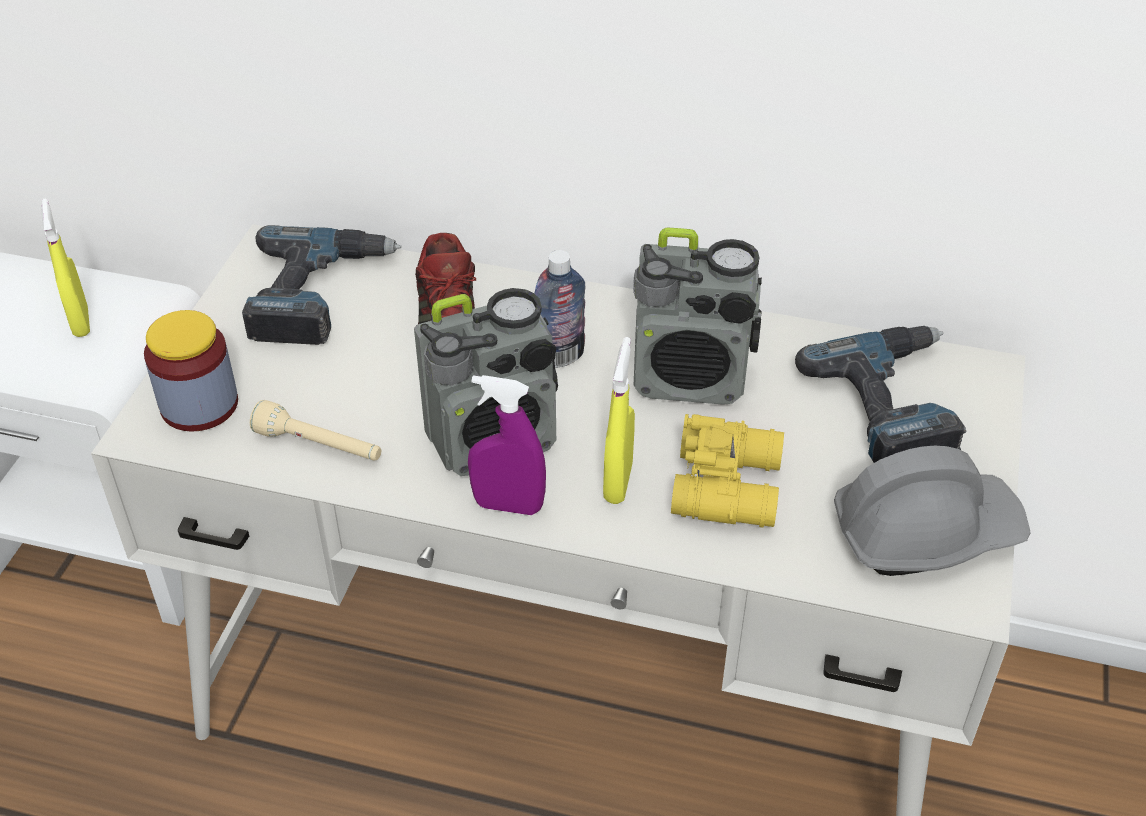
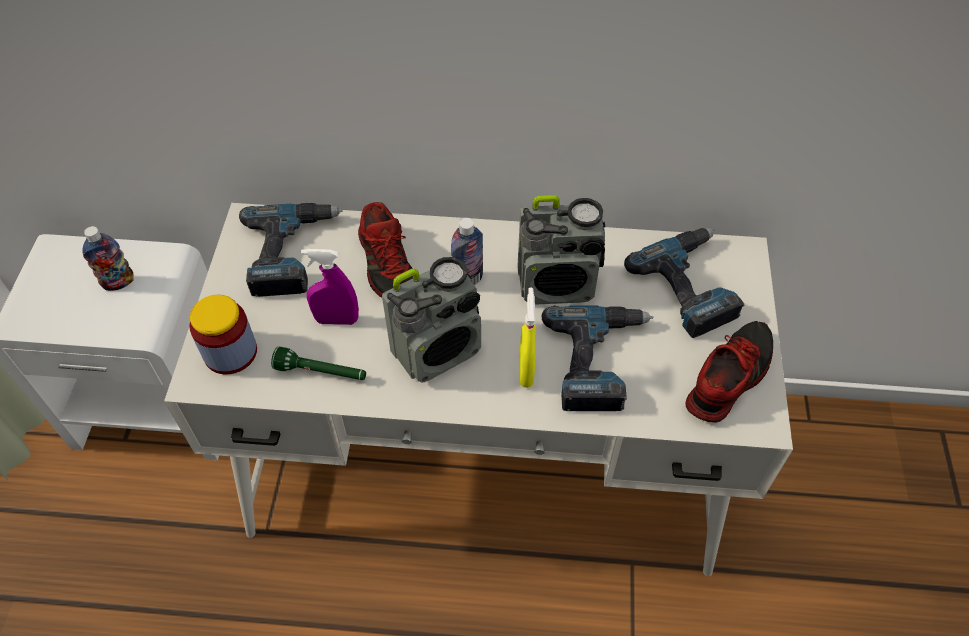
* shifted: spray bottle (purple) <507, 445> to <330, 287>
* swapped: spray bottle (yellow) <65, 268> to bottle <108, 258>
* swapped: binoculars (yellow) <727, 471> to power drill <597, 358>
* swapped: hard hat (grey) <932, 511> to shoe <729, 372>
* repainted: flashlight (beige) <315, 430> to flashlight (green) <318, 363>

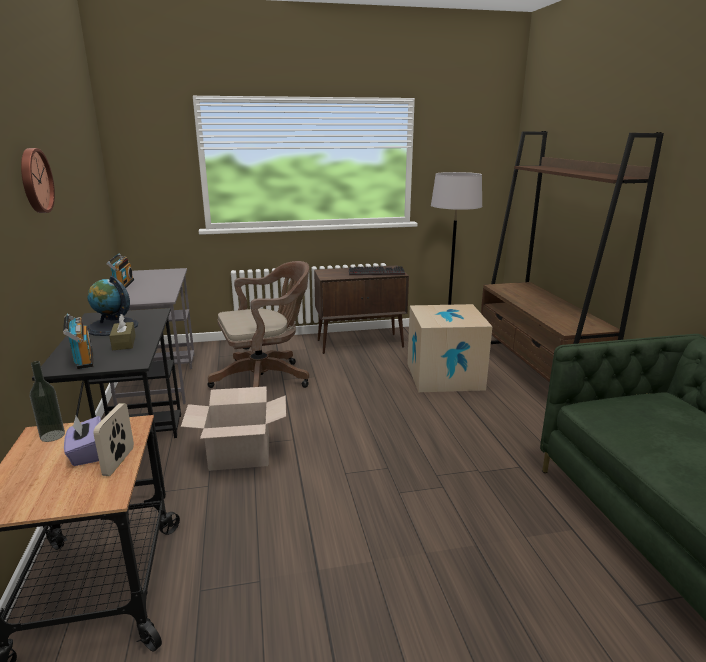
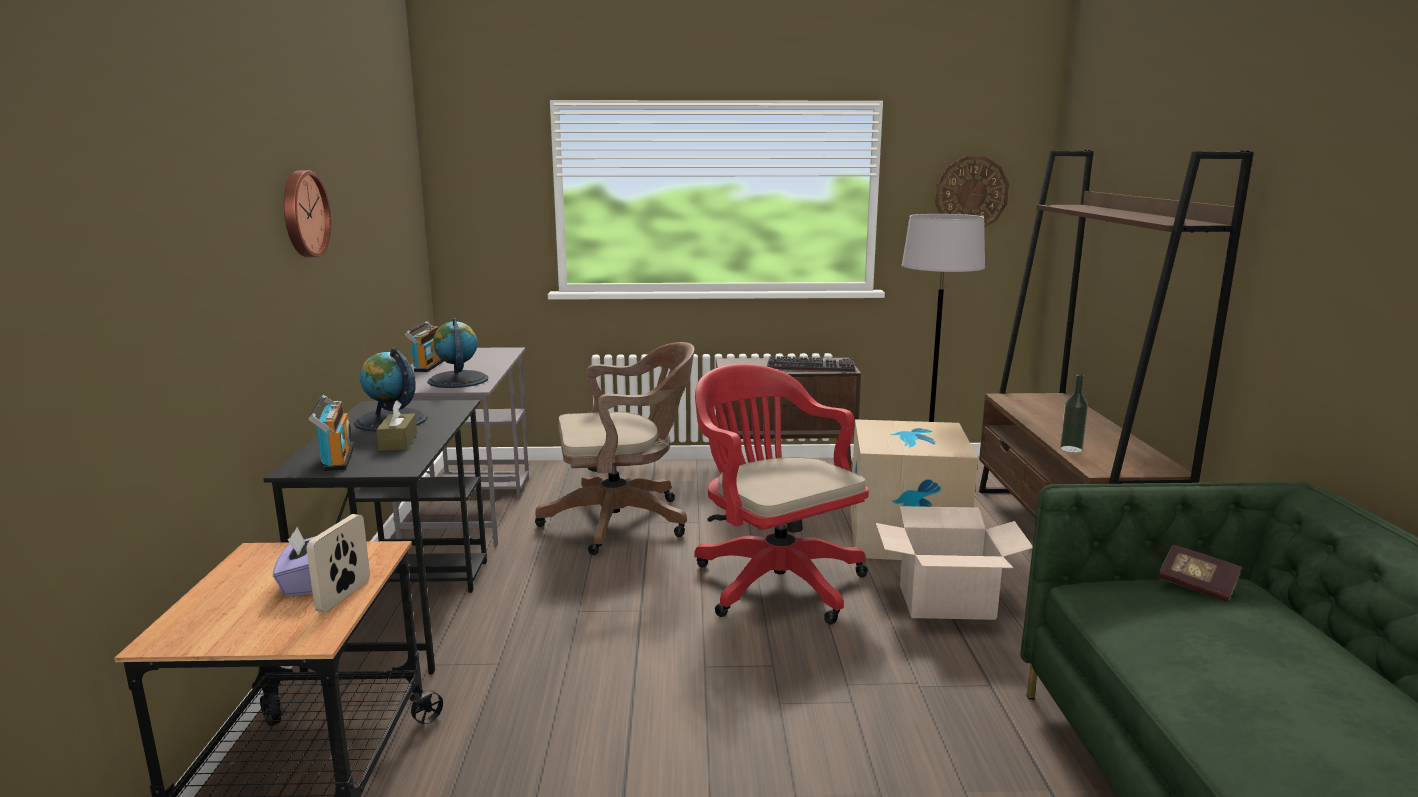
* new: globe <458, 353>
* new: office chair (red) <781, 494>
* new: wall clock <972, 192>
* new: book <1200, 573>
* shifted: bottle <47, 401> to <1074, 413>
* shifted: cardboard box <233, 428> to <954, 563>

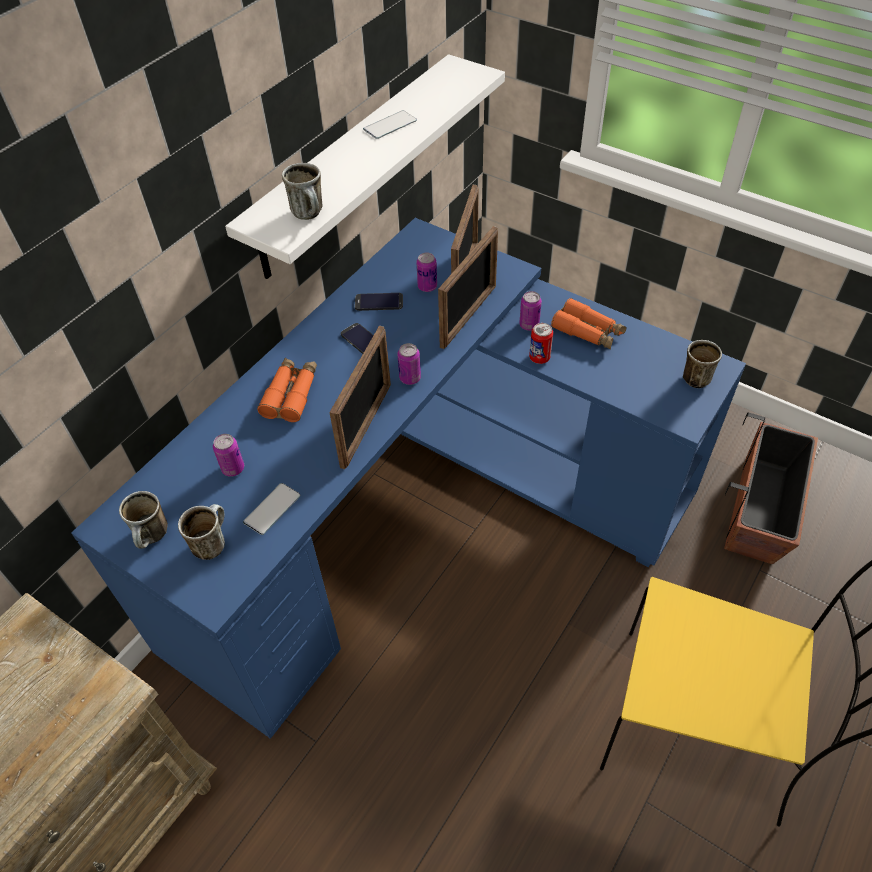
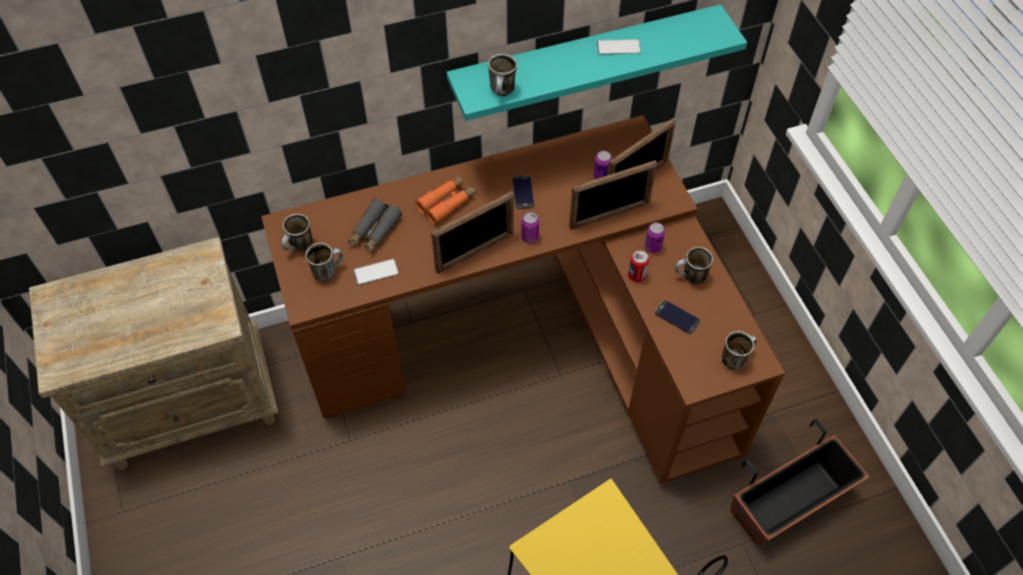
* shifted: phone <379, 302> to <677, 317>
* swapped: can <228, 455> to binoculars (grey) <375, 226>
* swapped: binoculars (orange) <589, 323> to mug <694, 265>
* repainted: desk (blue) <408, 478> to desk (brown) <523, 299>
* repainted: shelf (white) <365, 166> to shelf (turquoise) <596, 62>

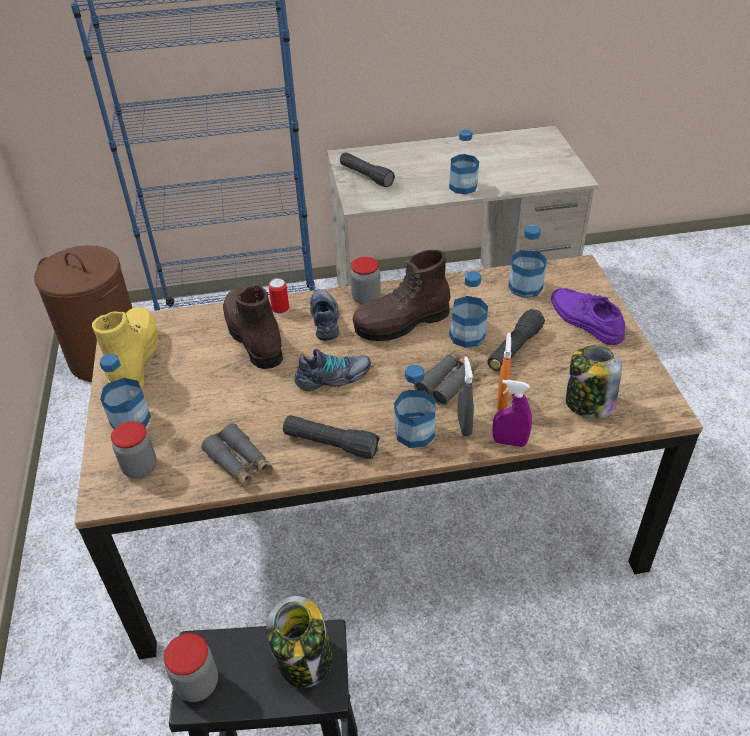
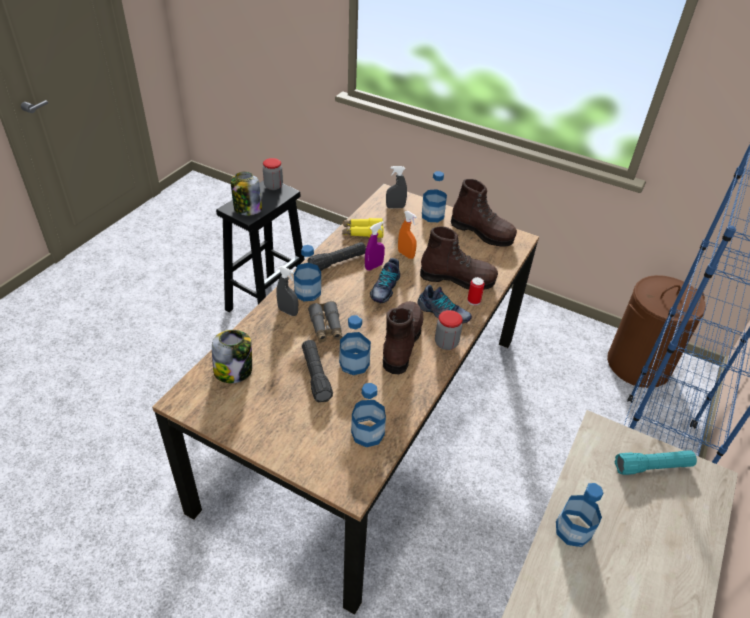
* gone: shoe (purple) <588, 316>
* shifted: spray bottle (purple) <512, 413> to <375, 245>
* shifted: spray bottle (orange) <504, 372> to <407, 235>
* swapped: jar <134, 449> to spray bottle (grey) <396, 187>
* repainted: boot (yellow) <125, 348> to boot (brown) <484, 213>
* repainted: binoculars (grey) <237, 455> to binoculars (yellow) <363, 228>
* repainted: flashlight (black) <367, 169> to flashlight (turquoise) <656, 462>

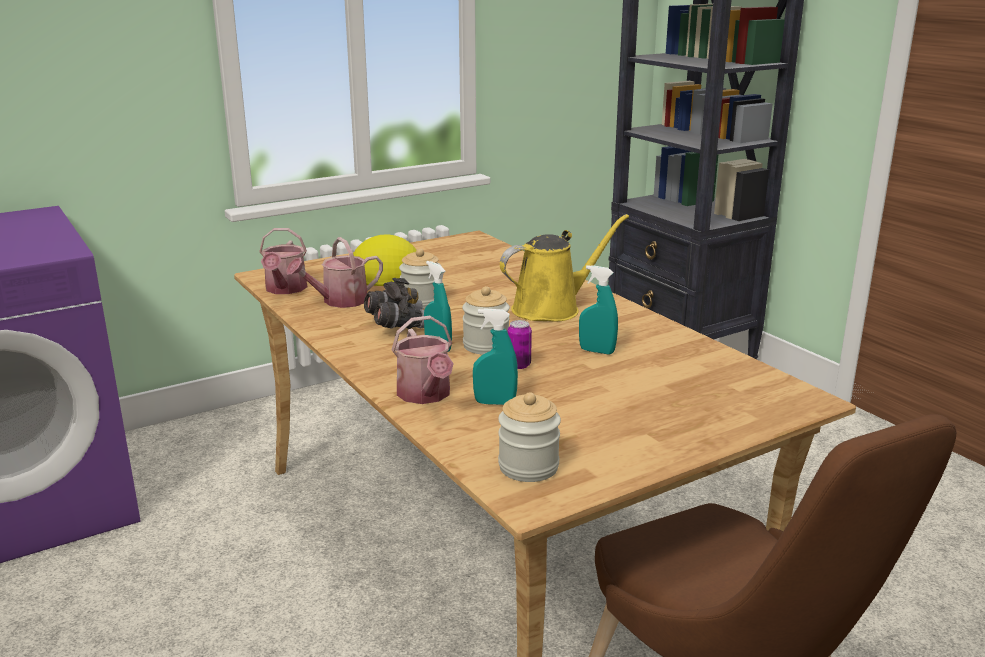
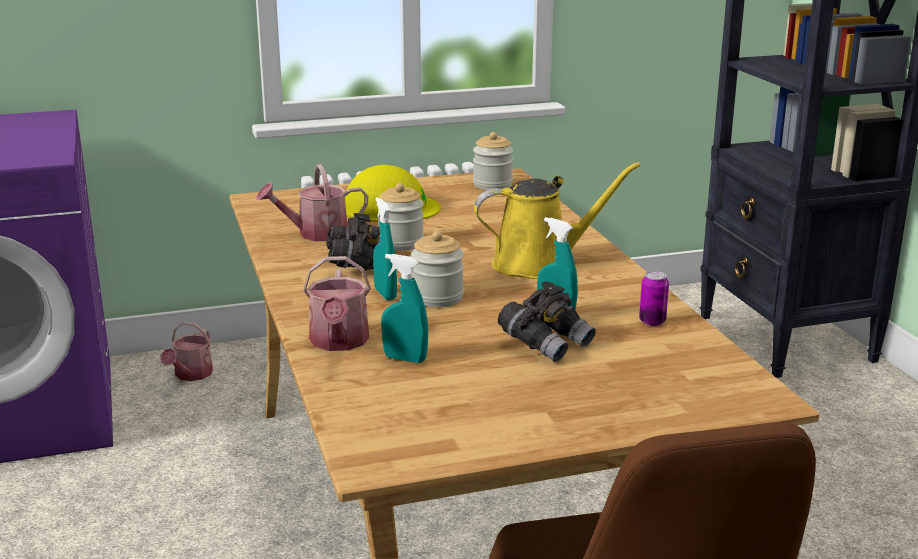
* new: binoculars (grey) <547, 321>
* shifted: watering can <283, 261> to <186, 351>
* shifted: jar <529, 437> to <493, 161>
* shifted: can <520, 344> to <654, 298>

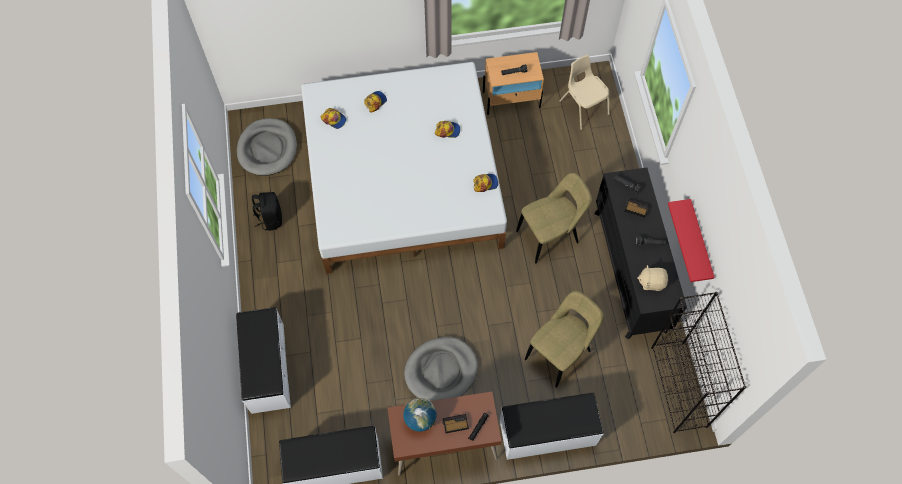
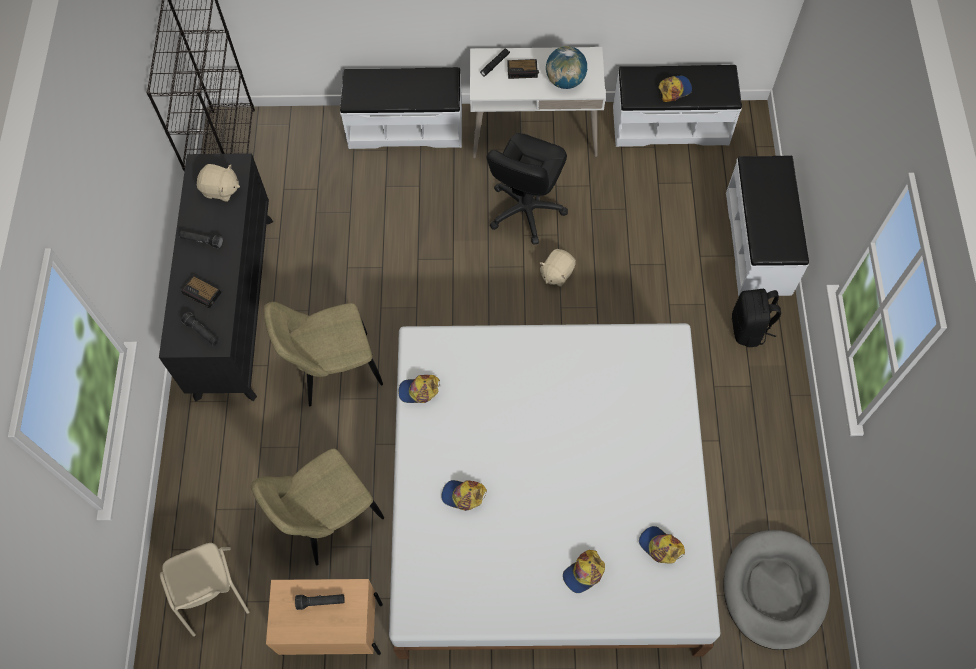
* gone: shelf (red) <691, 240>
* new: plush toy (beige) <558, 268>
* new: cap <675, 89>
* shifted: backpack (black) <267, 211> to <756, 318>
* shifted: chair (beige) <564, 339> to <317, 507>
* swapped: dog bed (grey) <441, 369> to office chair (black) <527, 189>
* repainted: desk (brown) <444, 434> to desk (white) <538, 102>

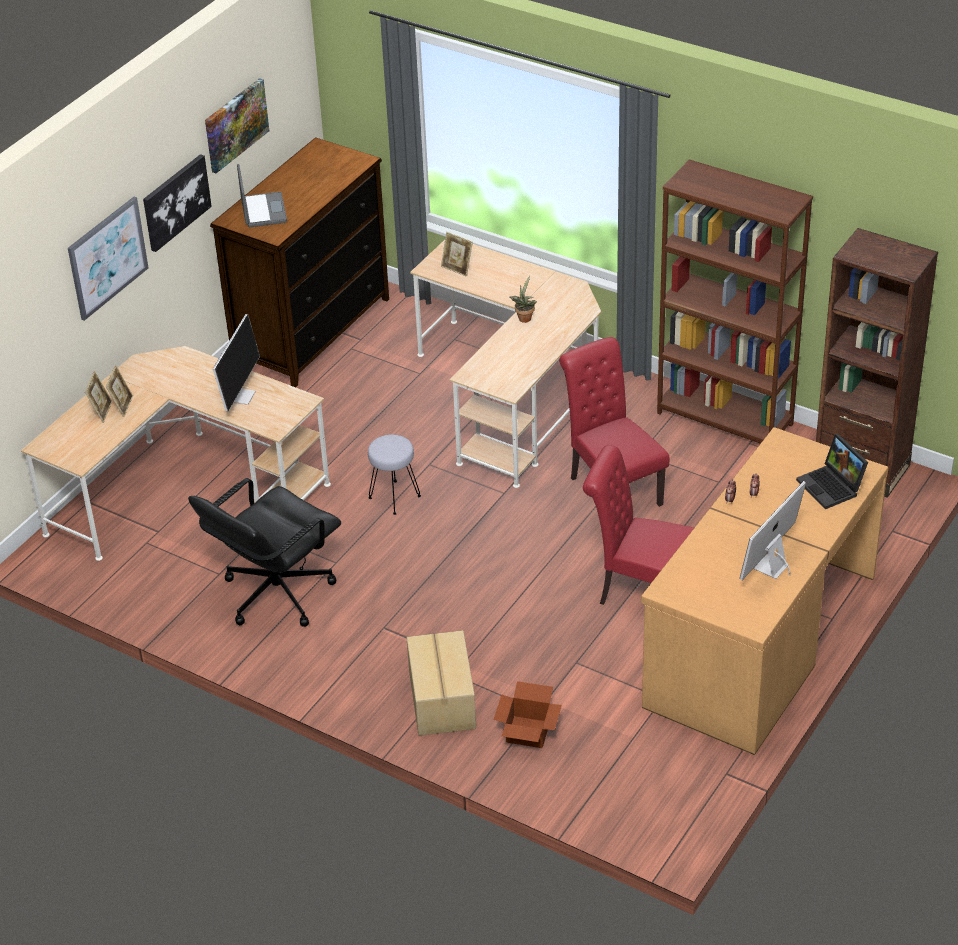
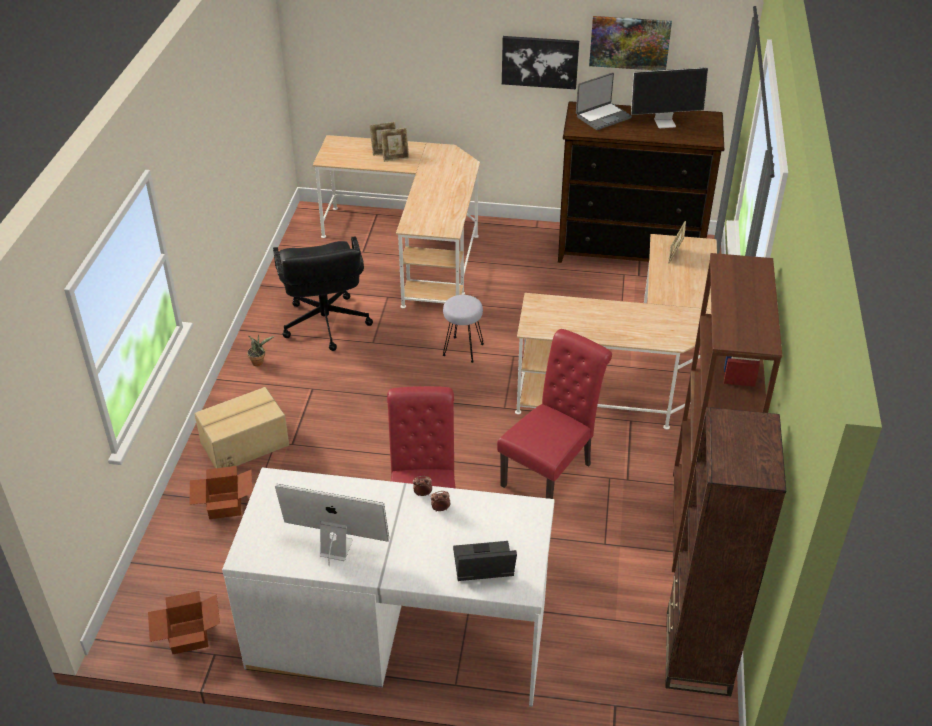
* gone: picture <108, 259>
* new: cardboard box <184, 622>
* shifted: monitor <236, 362> to <669, 97>
* shifted: potted plant <523, 299> to <260, 350>
* repainted: desk (brown) <765, 591> to desk (white) <388, 587>
* rotated: office chair (black) <264, 552> = <323, 293> 120 degrees counterclockwise
* rotated: laptop <832, 471> = <485, 561> 45 degrees clockwise

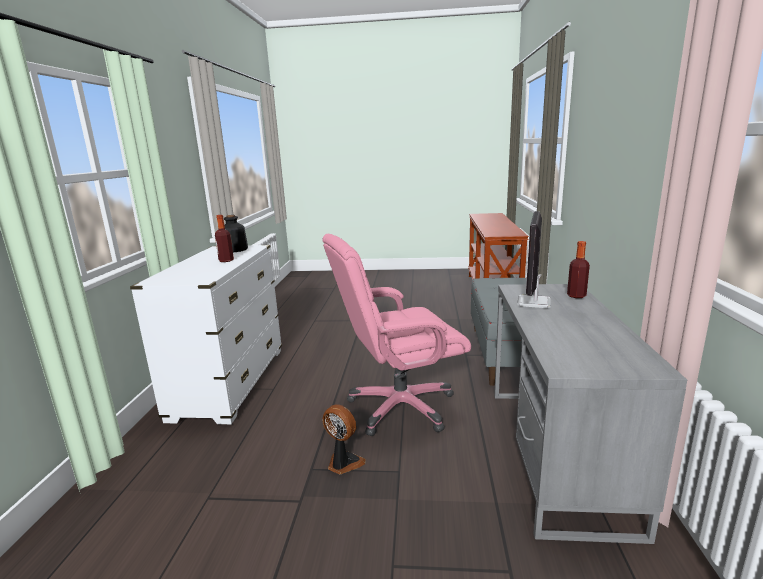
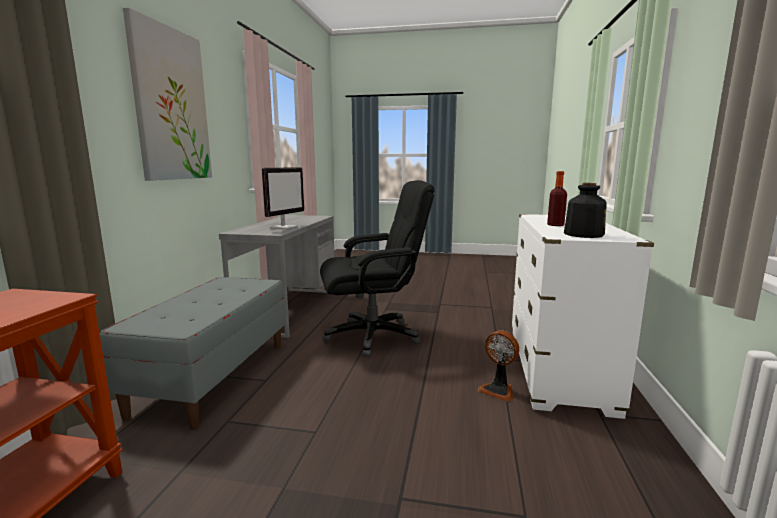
* gone: bottle <578, 269>
* new: picture <167, 94>
* shifted: fan <344, 439> to <498, 366>
* repainted: office chair (pink) <396, 335> to office chair (black) <377, 268>

